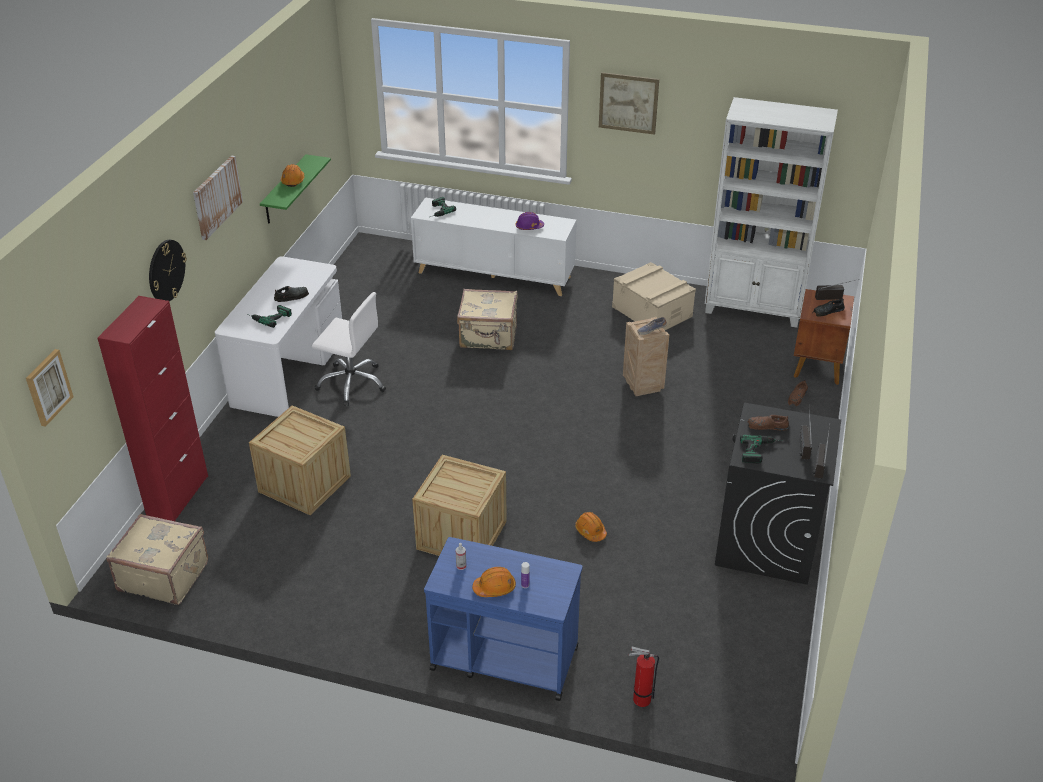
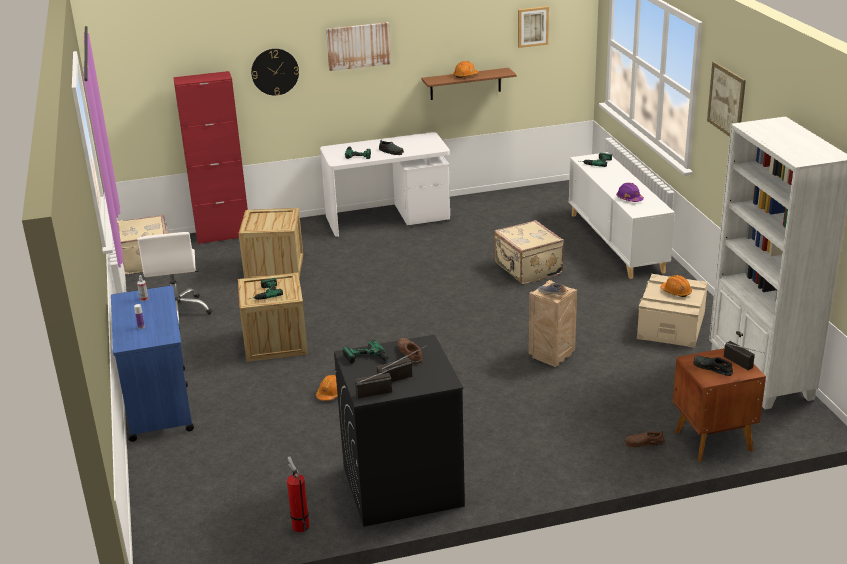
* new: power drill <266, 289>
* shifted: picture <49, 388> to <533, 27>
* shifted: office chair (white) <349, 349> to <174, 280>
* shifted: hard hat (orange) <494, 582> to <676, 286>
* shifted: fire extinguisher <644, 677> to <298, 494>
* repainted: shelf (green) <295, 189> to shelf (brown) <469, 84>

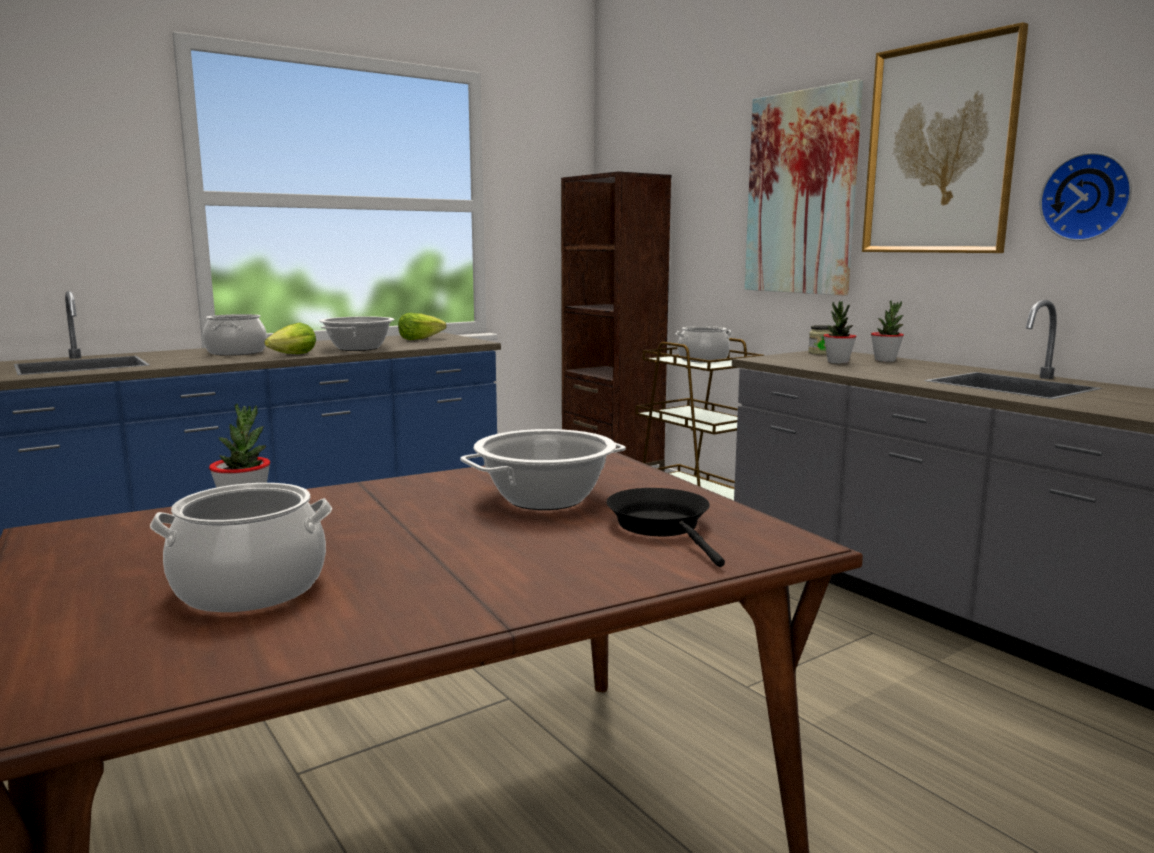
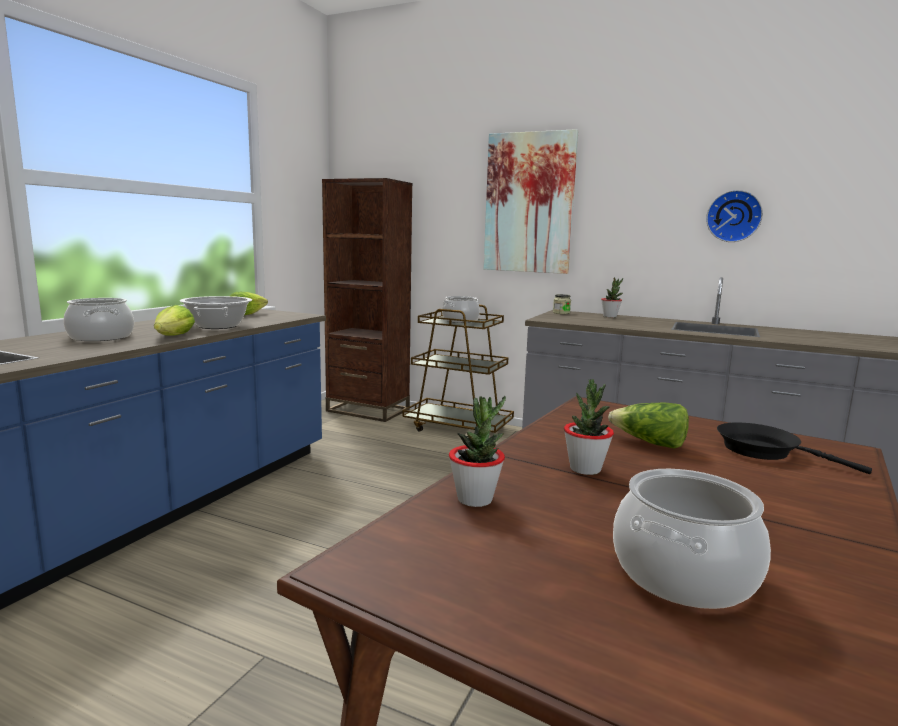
* gone: picture <945, 137>
* shifted: potted plant <840, 332> to <589, 427>
* swapped: cooking pot <543, 469> to lettuce <648, 426>

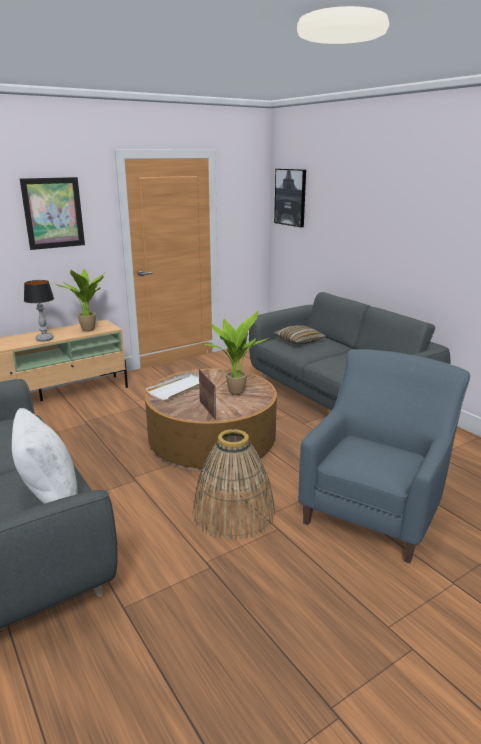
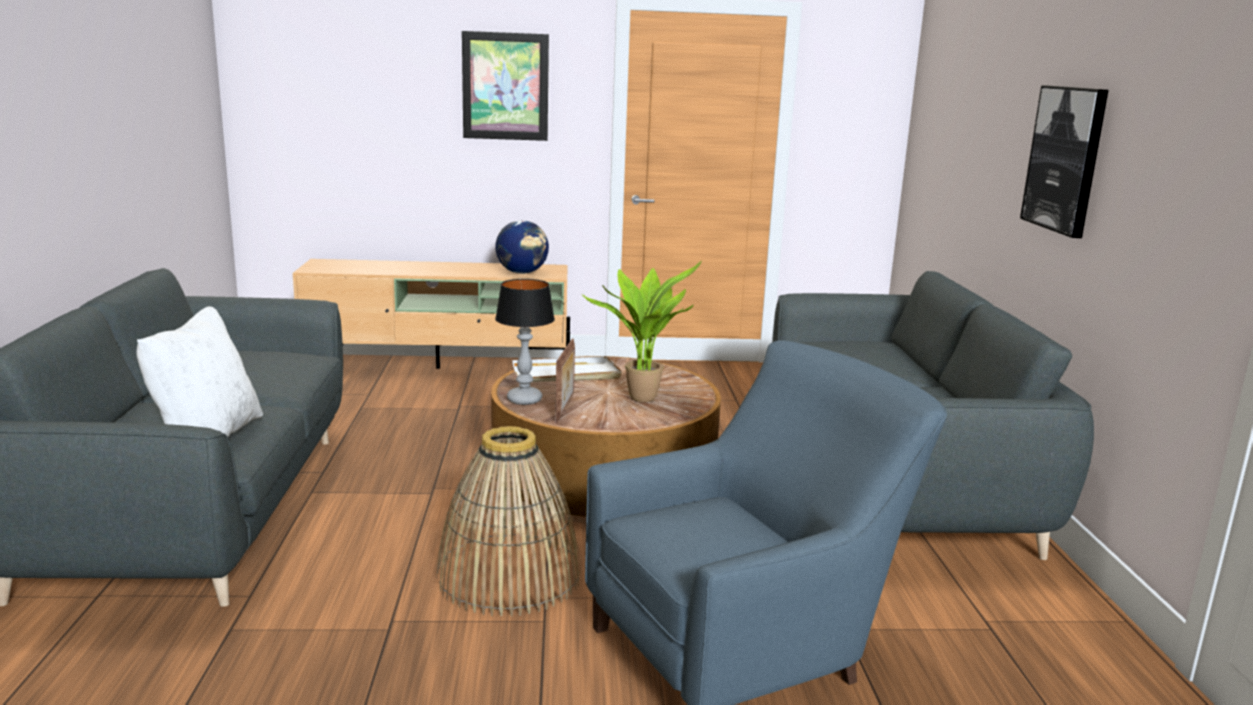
* gone: pillow <299, 334>
* shifted: table lamp <39, 311> to <525, 342>
* shifted: picture <290, 198> to <1064, 161>
* swapped: potted plant <81, 300> to globe <522, 247>

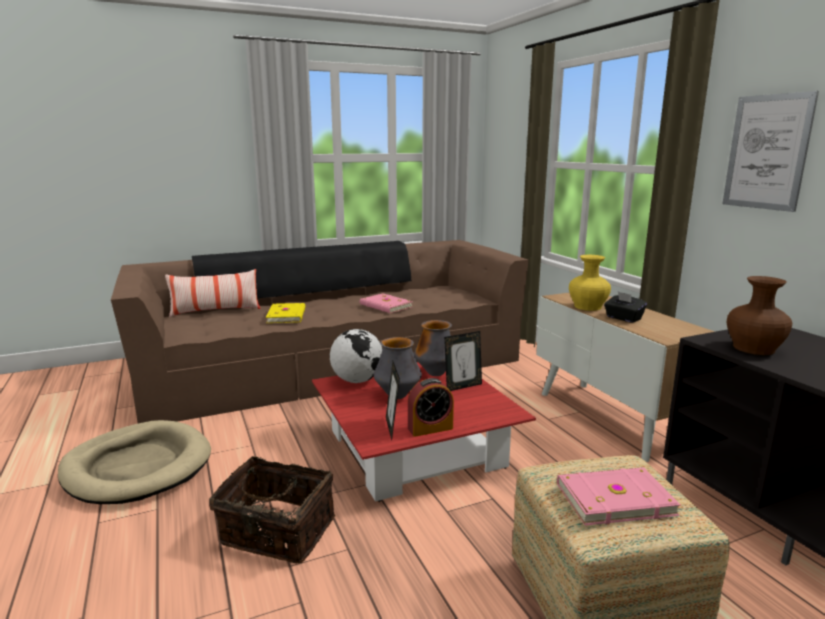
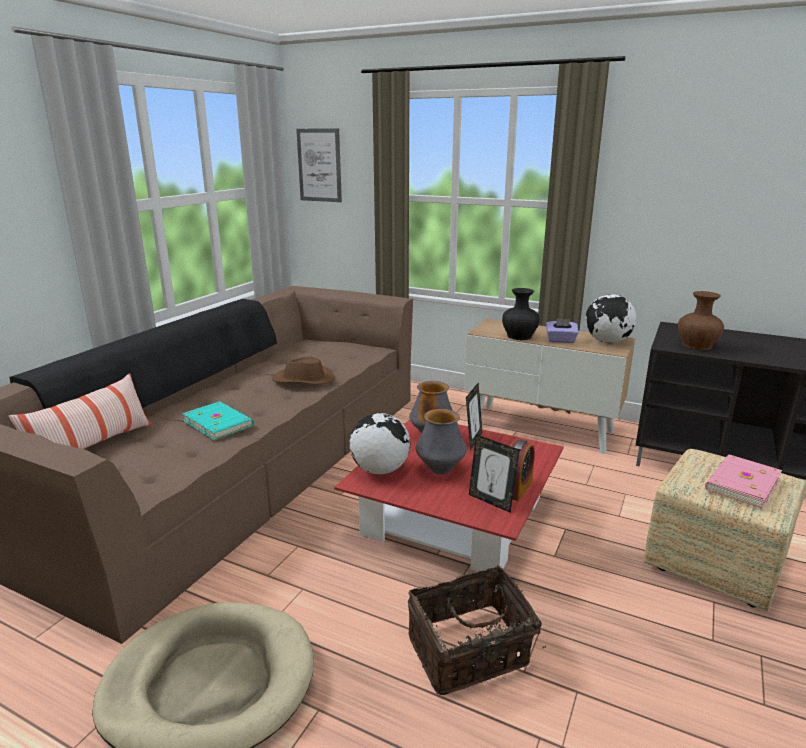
* new: globe <610, 318>
* shifted: picture <770, 151> to <319, 165>
* swapped: book (pink) <386, 303> to hat (brown) <303, 371>
* repainted: book (yellow) <285, 313> to book (turquoise) <218, 420>
* repainted: vase (yellow) <590, 283> to vase (black) <520, 314>
* repainted: tissue box (black) <625, 307> to tissue box (purple) <562, 330>

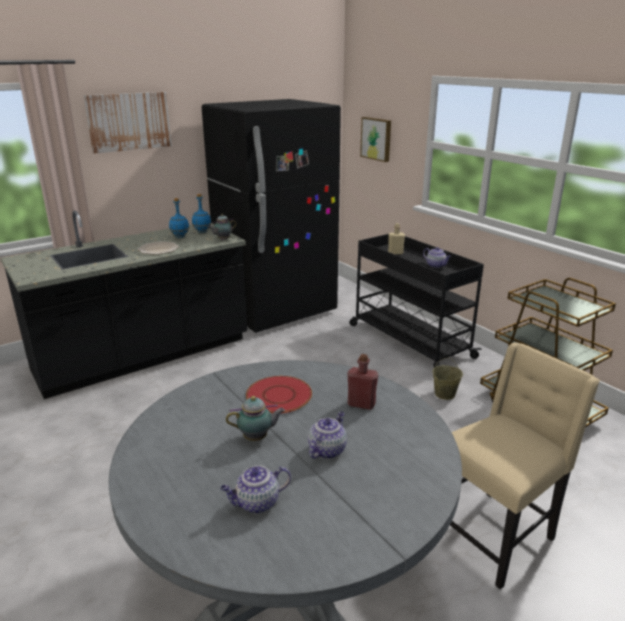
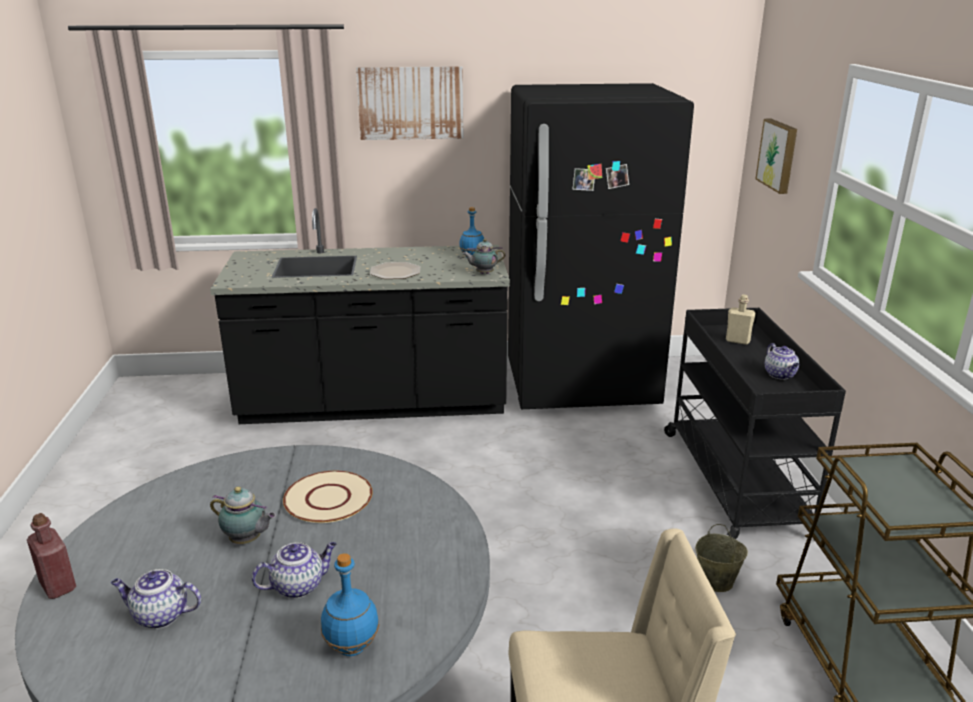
* shifted: bottle (blue) <179, 218> to <350, 604>
* shifted: bottle (red) <362, 382> to <51, 556>
* repainted: plate (red) <279, 394> to plate (beige) <328, 497>

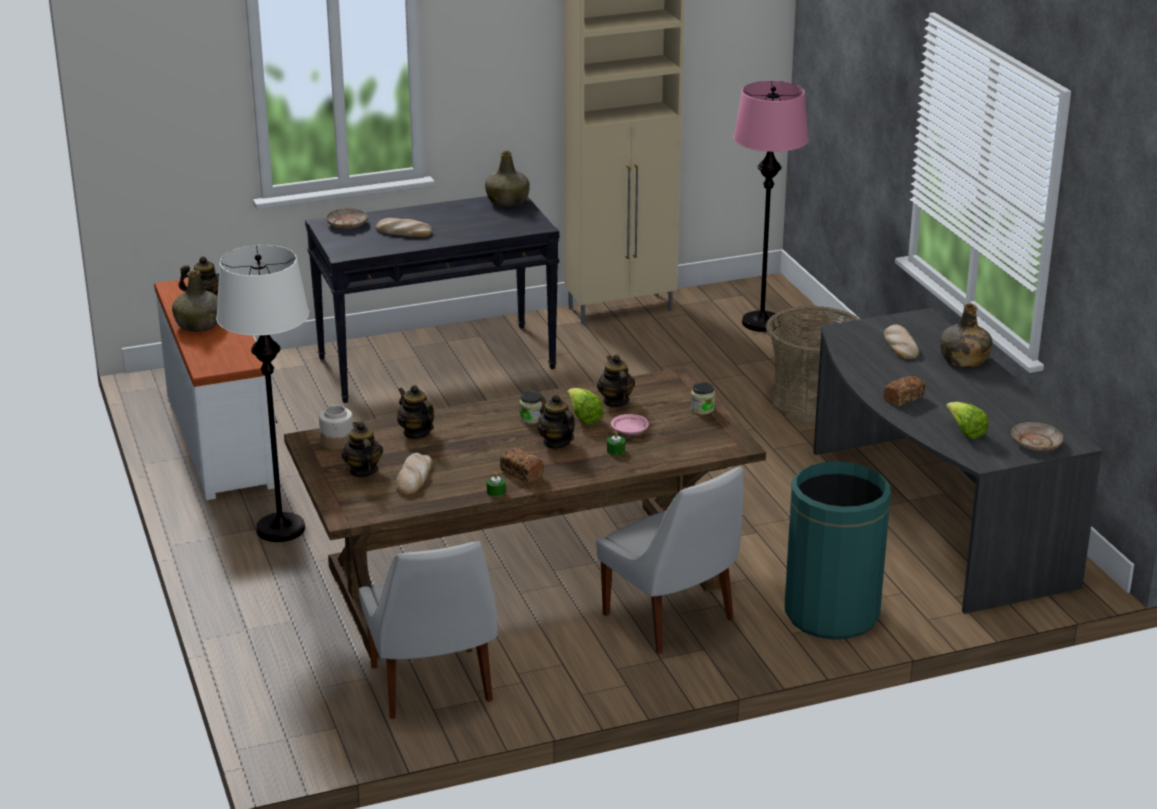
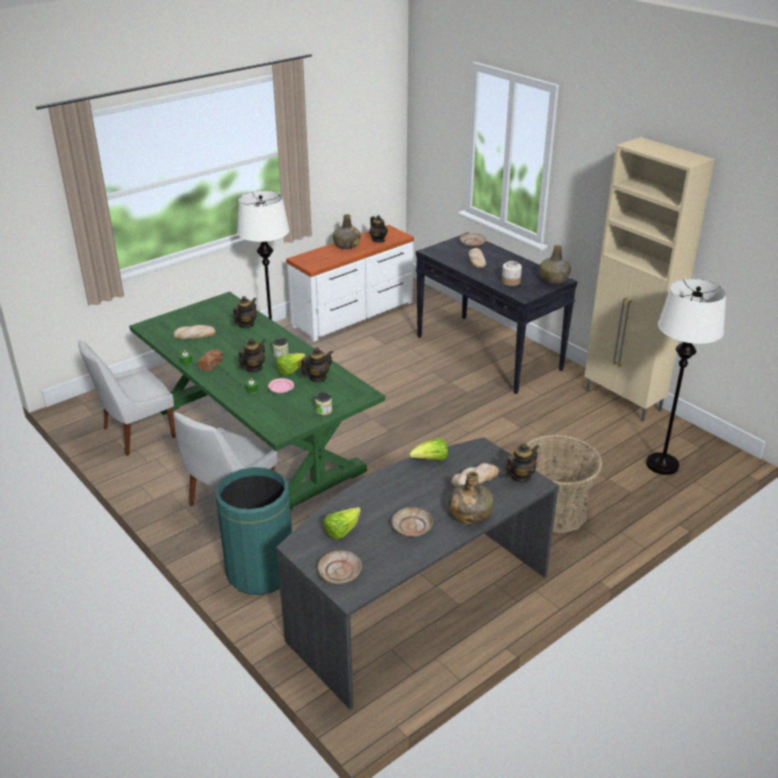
* gone: bread <904, 391>
* new: plate (beige) <412, 522>
* new: lettuce <428, 449>
* shifted: jar <336, 427> to <512, 273>
* shifted: teapot <362, 449> to <522, 462>
* repainted: dining table (brown) <525, 513> to dining table (green) <257, 401>
* repainted: floor lamp (pink) <771, 206> to floor lamp (white) <686, 376>

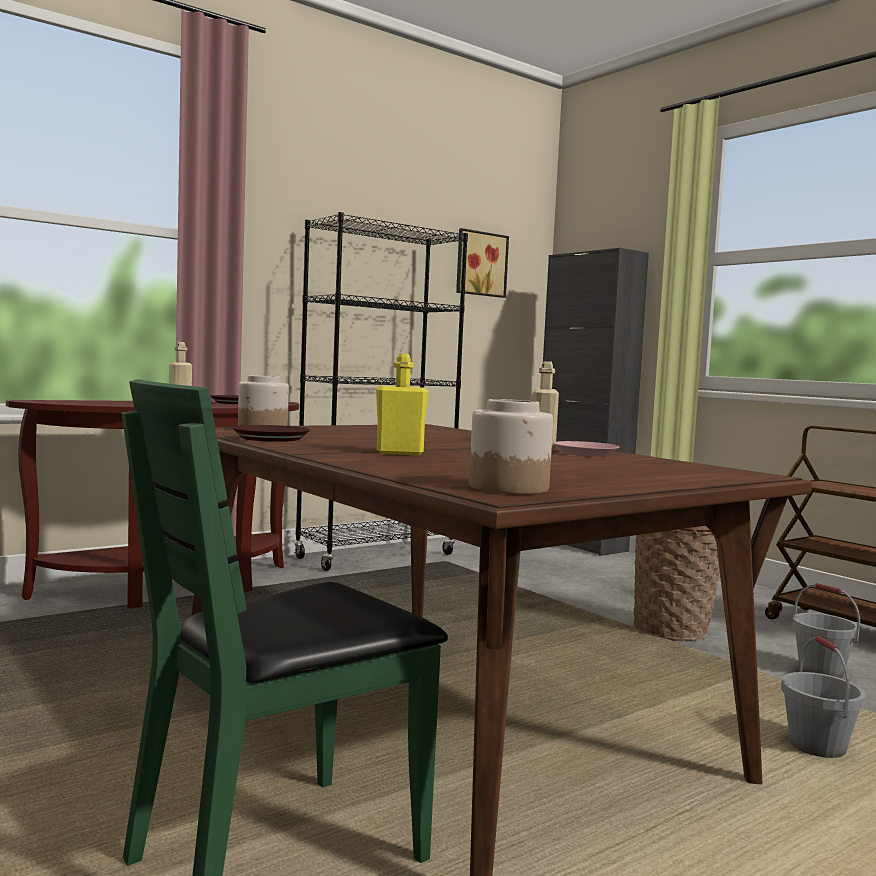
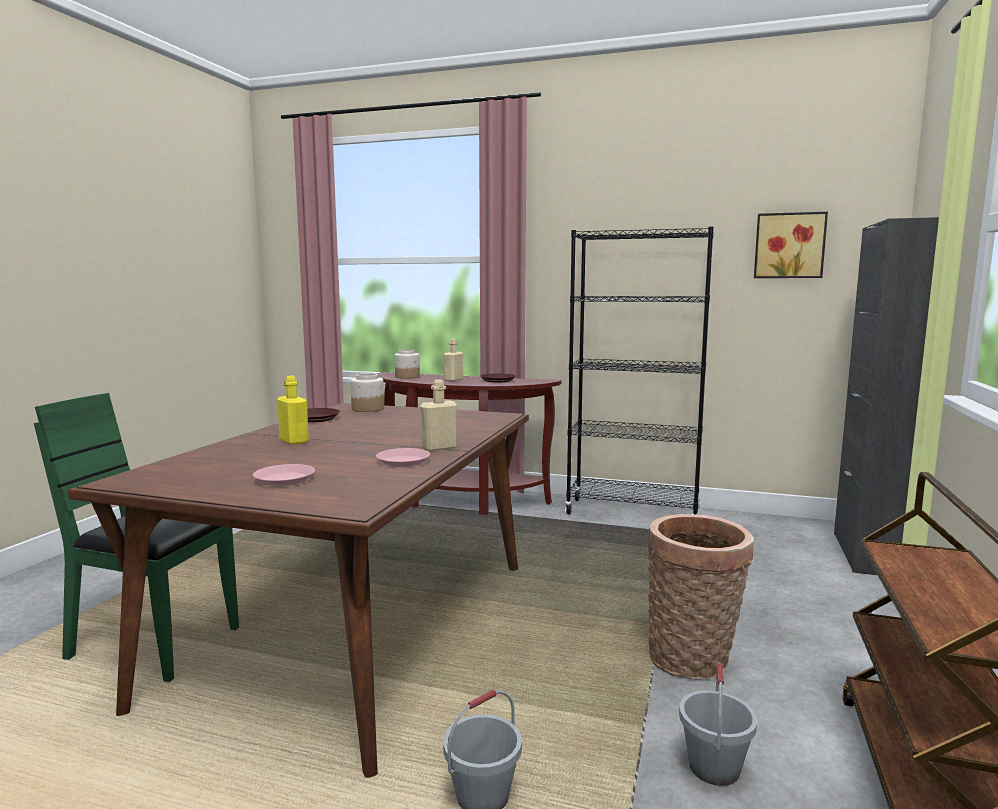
* new: plate (pink) <284, 475>
* shifted: jar <511, 446> to <407, 364>

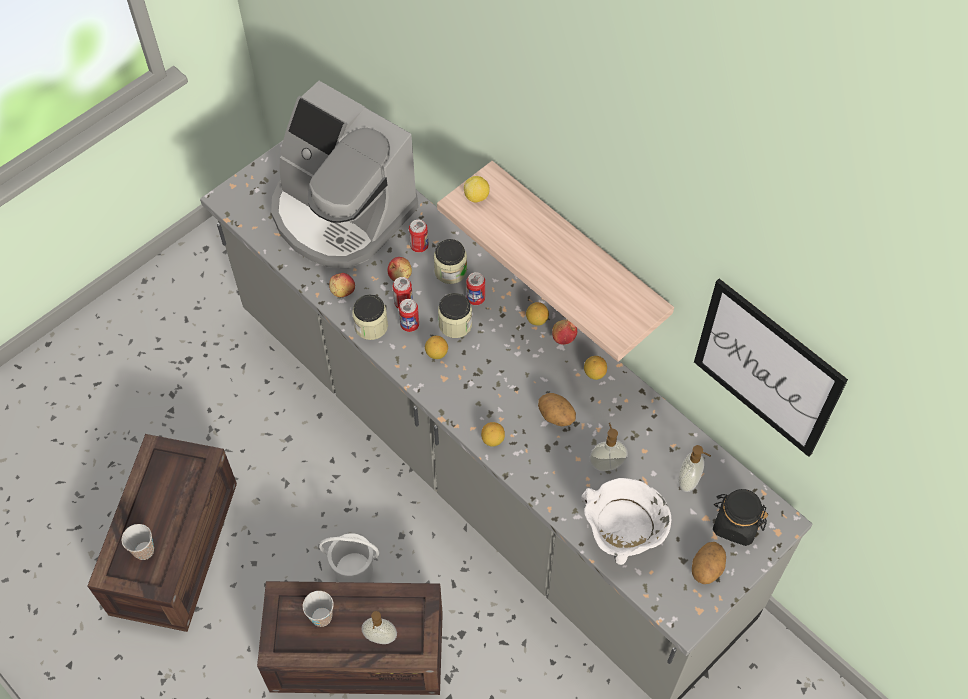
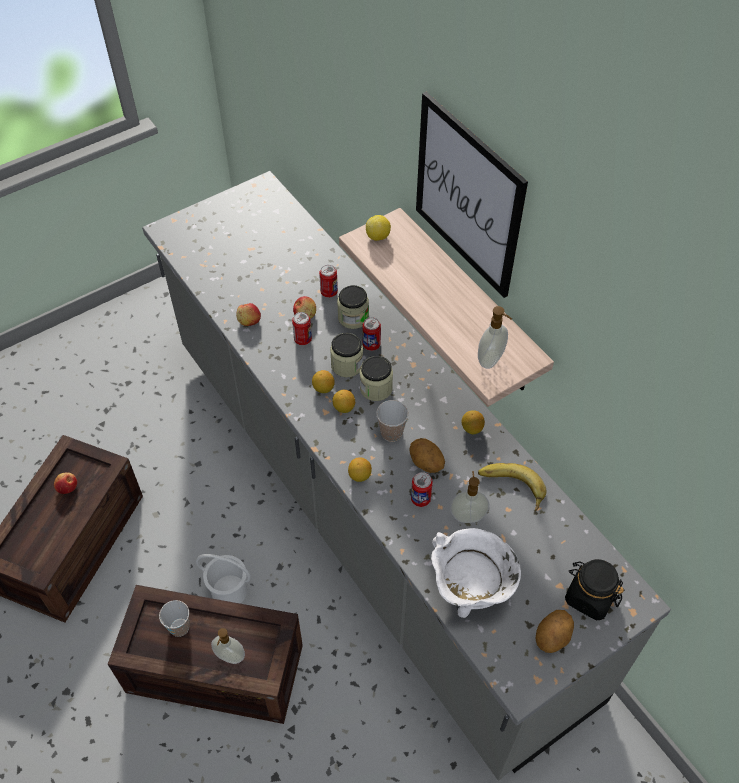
* gone: coffee machine <345, 174>
* new: banana <512, 487>
* shifted: cup <137, 542> to <392, 421>
* shifted: jar <370, 317> to <376, 378>
* shifted: can <409, 315> to <422, 489>
* shifted: lemon <537, 314> to <343, 401>
* shifted: apple <564, 332> to <65, 483>
* shifted: soap dispenser <694, 468> to <495, 337>
* shifted: picture <771, 368> to <472, 195>

